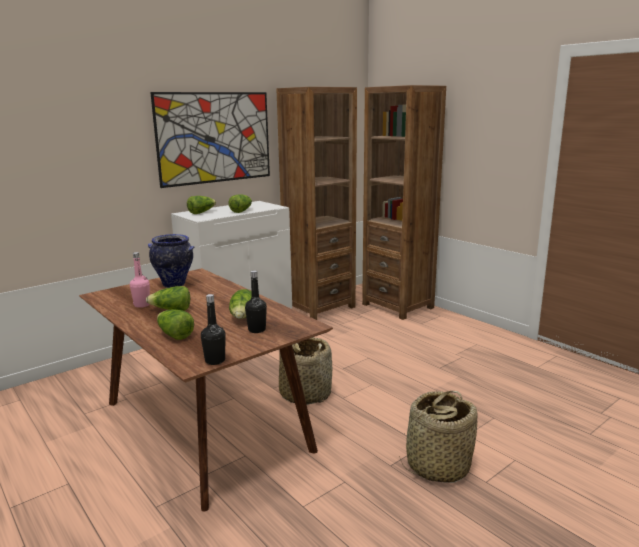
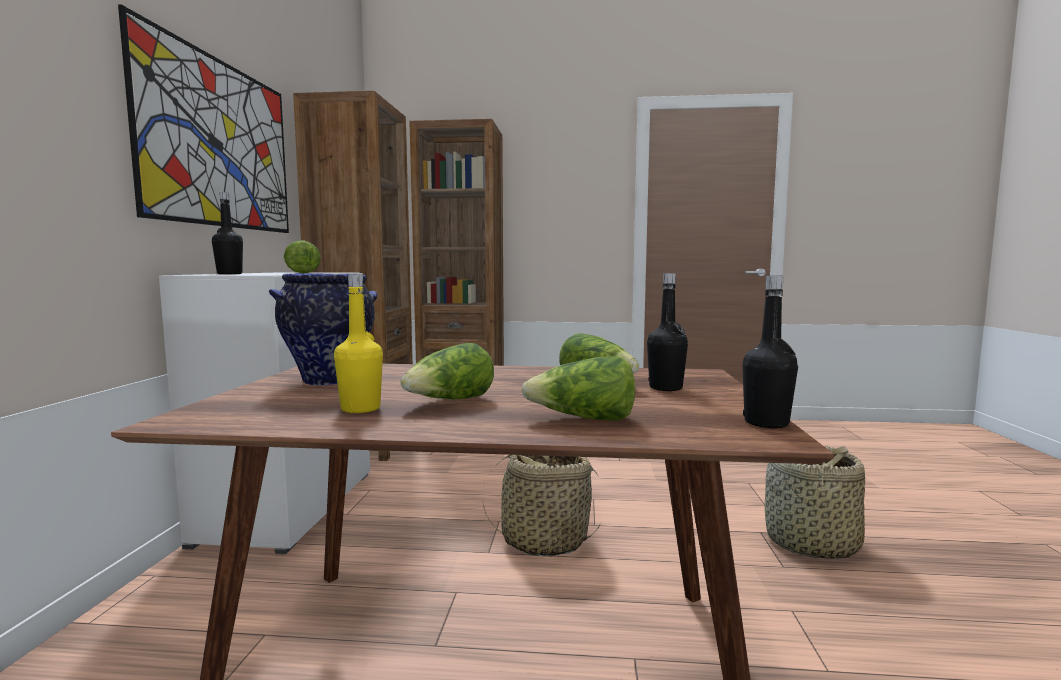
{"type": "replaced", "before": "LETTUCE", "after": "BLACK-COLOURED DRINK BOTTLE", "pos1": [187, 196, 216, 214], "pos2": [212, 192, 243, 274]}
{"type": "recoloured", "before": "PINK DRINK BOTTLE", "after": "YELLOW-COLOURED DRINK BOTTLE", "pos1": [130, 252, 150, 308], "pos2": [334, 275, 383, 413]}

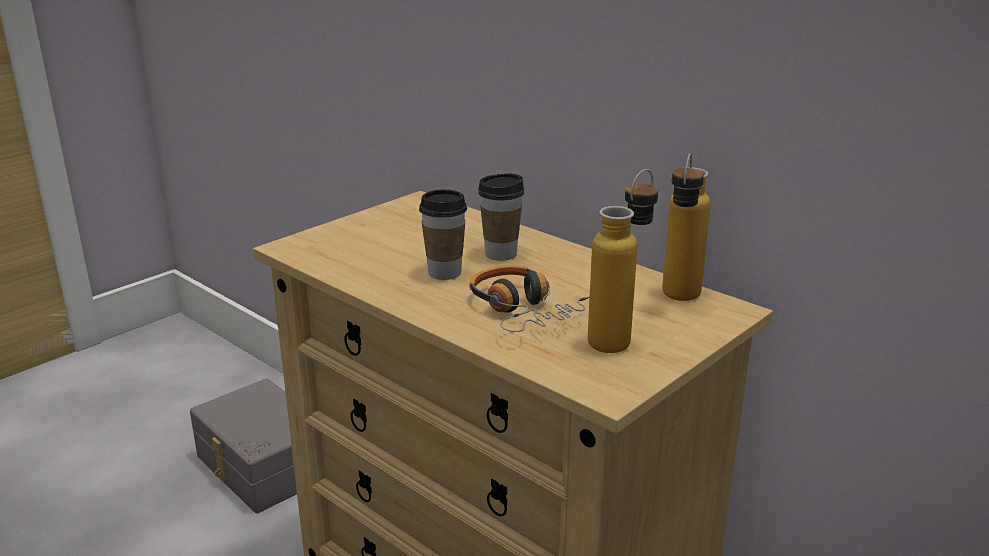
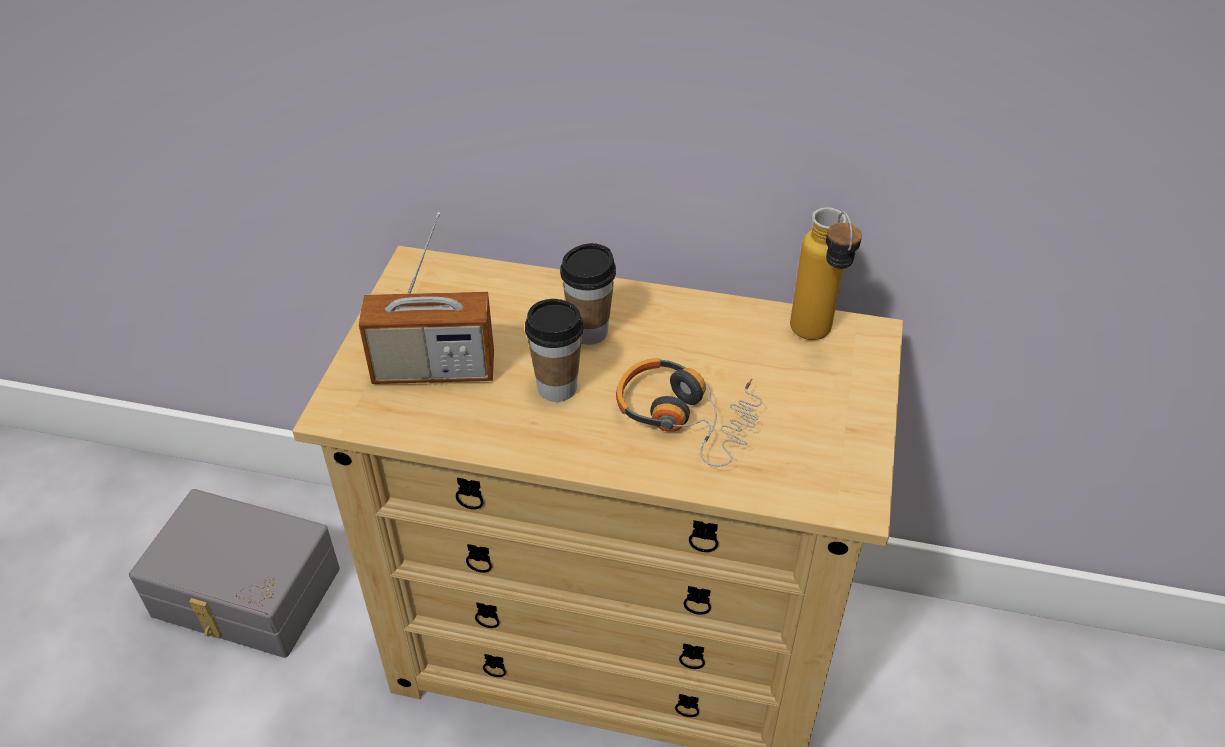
{"type": "removed", "before": "DRINK BOTTLE", "pos1": [588, 169, 658, 353]}
{"type": "added", "after": "RADIO SET", "pos2": [359, 212, 494, 384]}

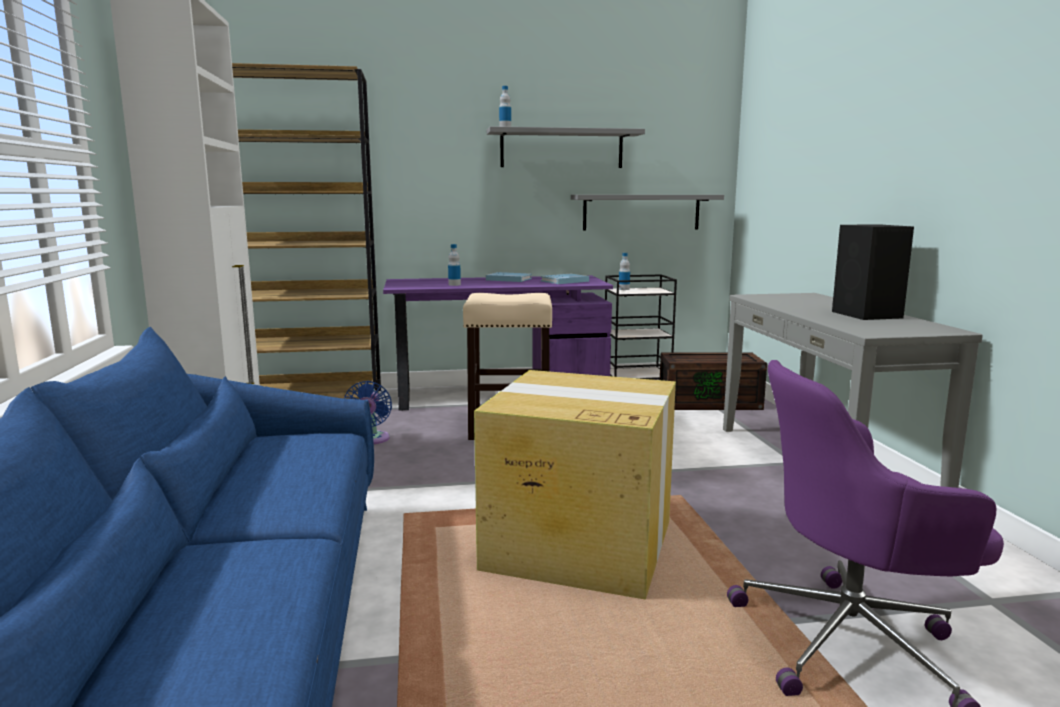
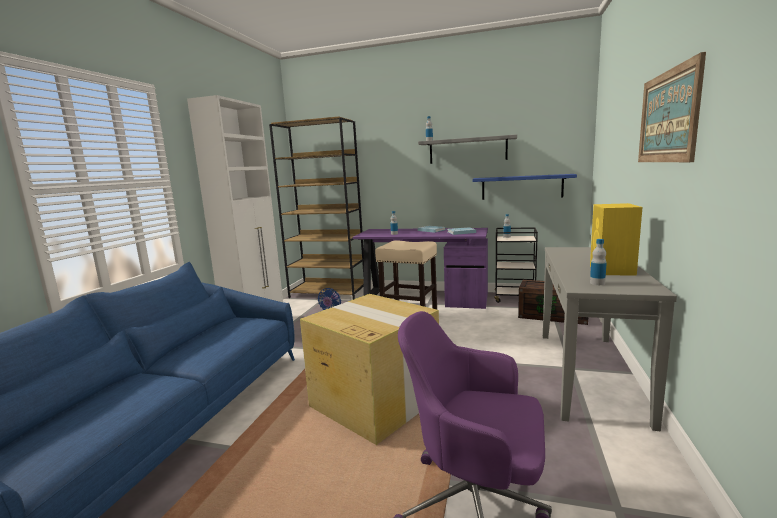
{"type": "added", "after": "DRINK BOTTLE", "pos2": [590, 239, 607, 285]}
{"type": "added", "after": "WALL PICTURE", "pos2": [638, 52, 706, 162]}
{"type": "recoloured", "before": "GREYISH BRACKET SHELF", "after": "BLUISH BRACKET SHELF", "pos1": [571, 195, 724, 230], "pos2": [473, 174, 577, 200]}
{"type": "recoloured", "before": "BLACK-COLOURED SPEAKER", "after": "YELLOW-COLOURED SPEAKER", "pos1": [832, 224, 914, 320], "pos2": [590, 203, 642, 275]}

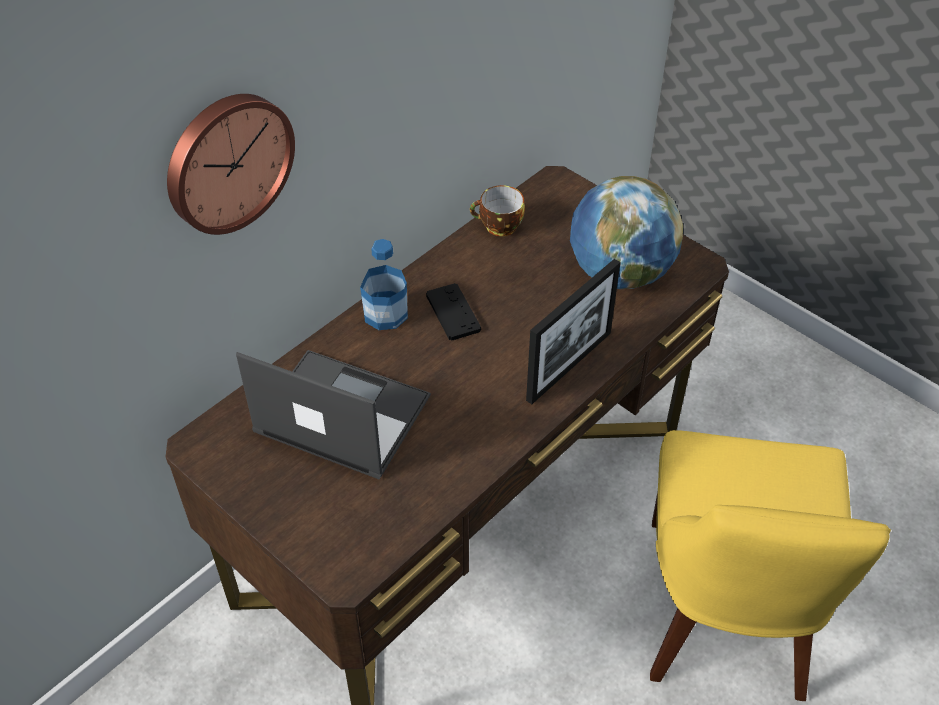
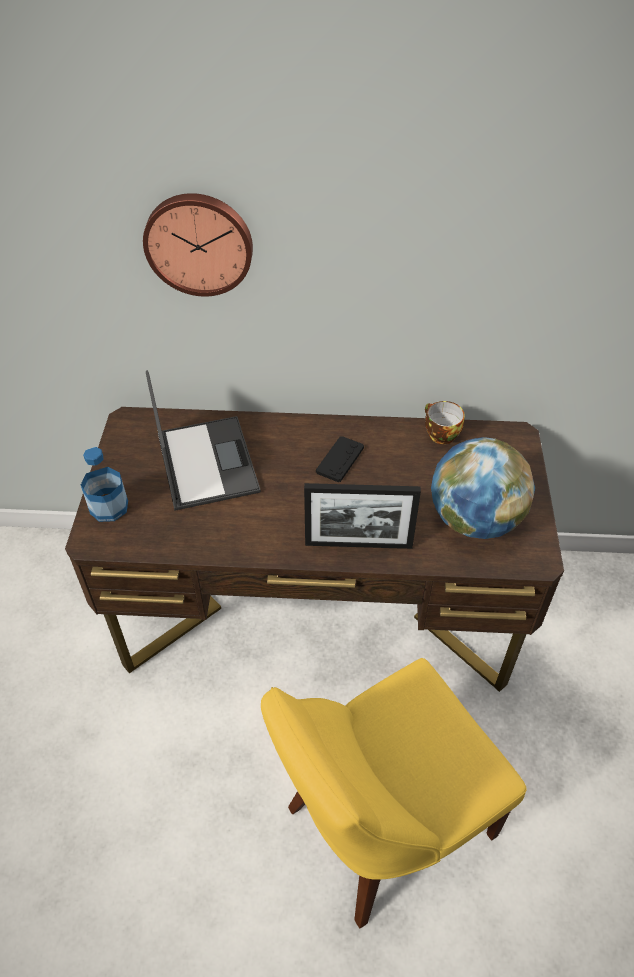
{"type": "moved", "before": "DRINK BOTTLE", "pos1": [360, 239, 408, 330], "pos2": [81, 447, 128, 522]}

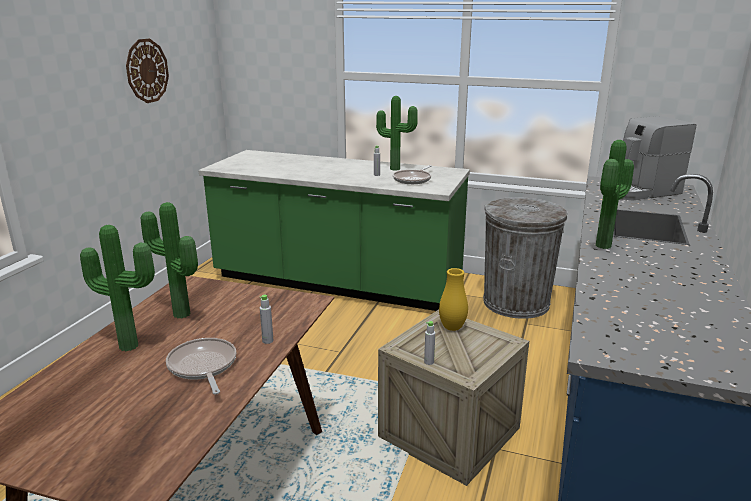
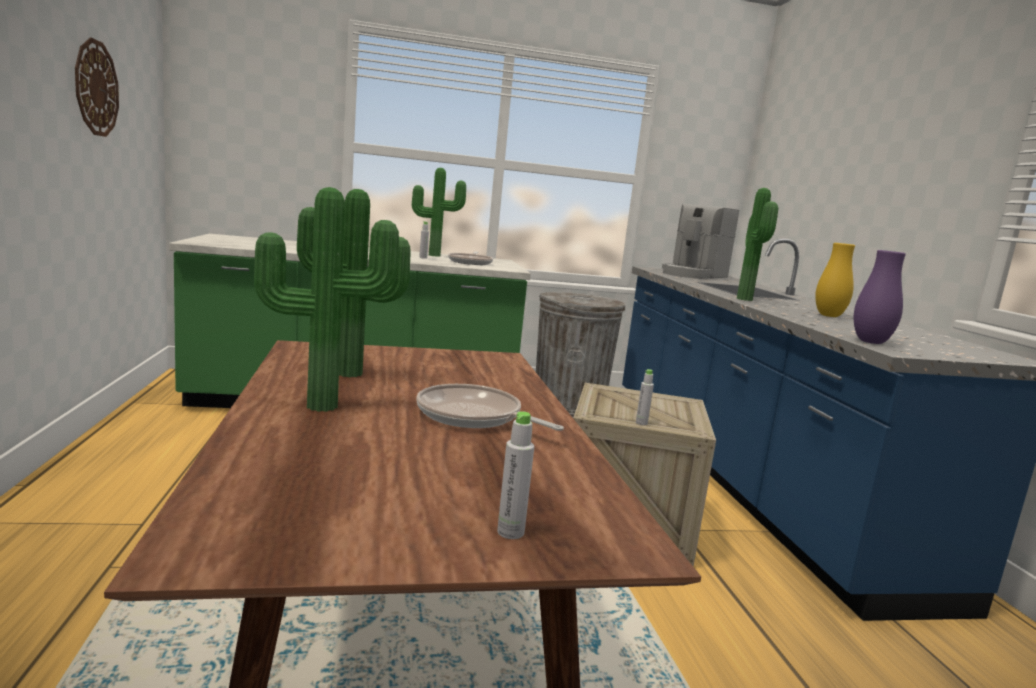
{"type": "added", "after": "PURPLE DECORATIVE VASE", "pos2": [854, 250, 906, 344]}
{"type": "moved", "before": "GREYISH DRINK BOTTLE", "pos1": [260, 295, 273, 344], "pos2": [497, 411, 534, 539]}
{"type": "moved", "before": "YELLOW-COLOURED DECORATIVE VASE", "pos1": [439, 268, 468, 331], "pos2": [815, 243, 855, 317]}

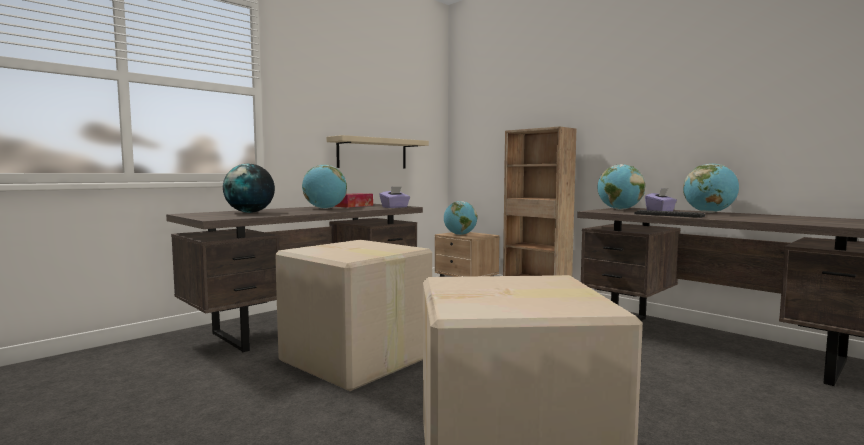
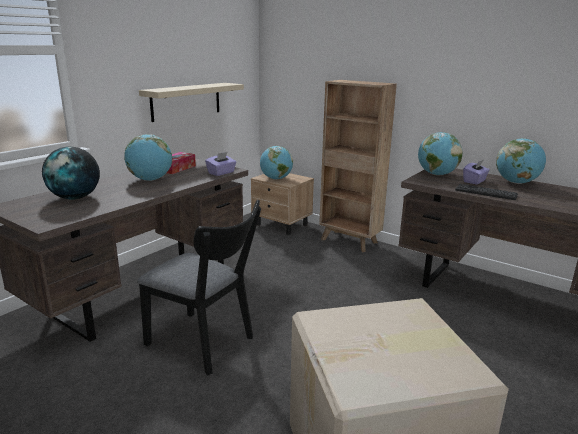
{"type": "replaced", "before": "PACKING BOX", "after": "BLACK-COLOURED CHAIR", "pos1": [275, 240, 432, 391], "pos2": [137, 200, 261, 376]}

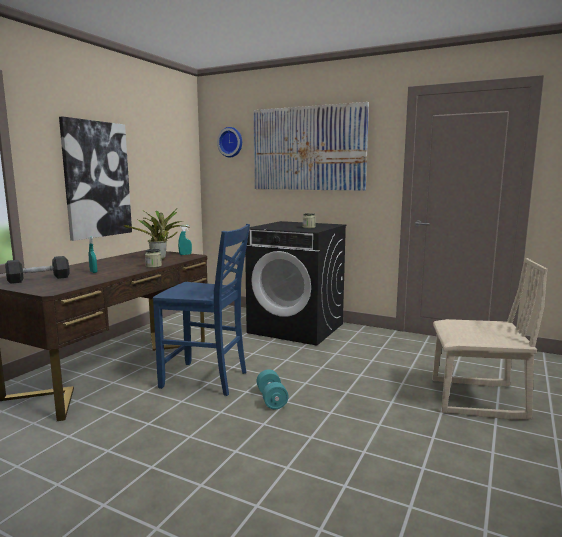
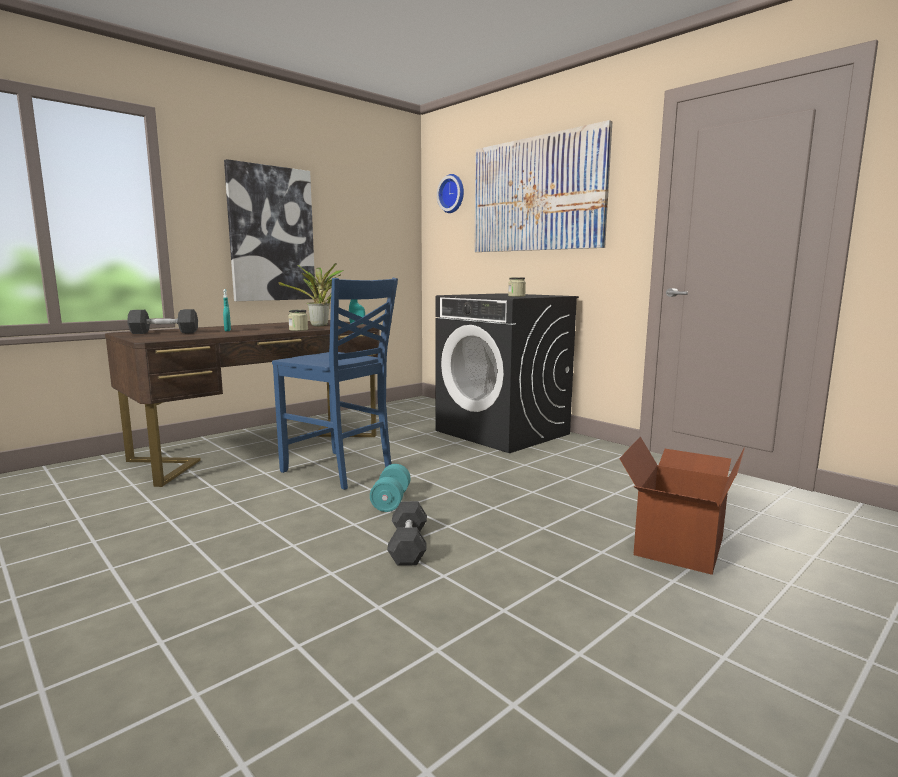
{"type": "added", "after": "GREYISH HAND WEIGHT", "pos2": [387, 501, 427, 566]}
{"type": "replaced", "before": "BEIGE CHAIR", "after": "PACKING BOX", "pos1": [432, 258, 548, 420], "pos2": [619, 437, 745, 575]}

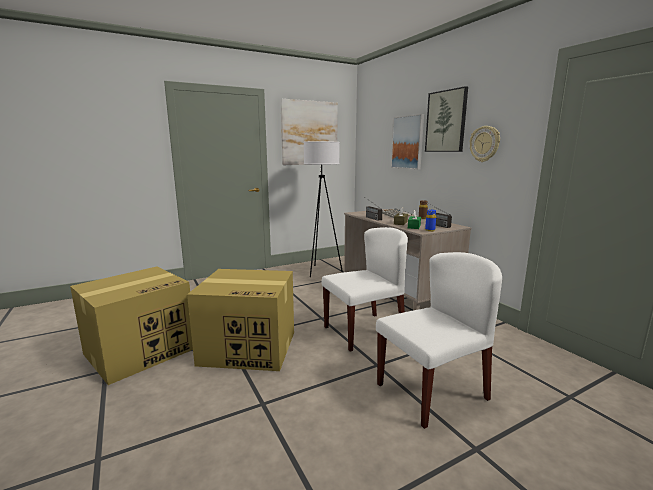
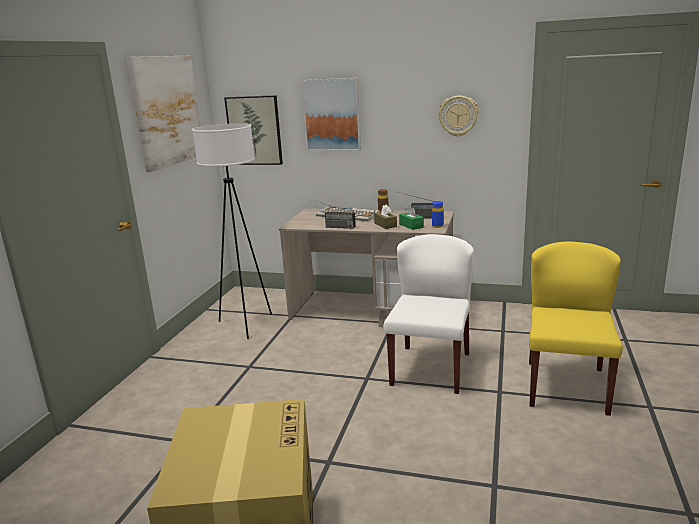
{"type": "removed", "before": "PACKING BOX", "pos1": [187, 269, 294, 371]}
{"type": "moved", "before": "WALL PICTURE", "pos1": [425, 86, 468, 152], "pos2": [224, 95, 283, 165]}
{"type": "recoloured", "before": "WHITISH CHAIR", "after": "YELLOW-COLOURED CHAIR", "pos1": [376, 252, 502, 429], "pos2": [529, 241, 623, 416]}

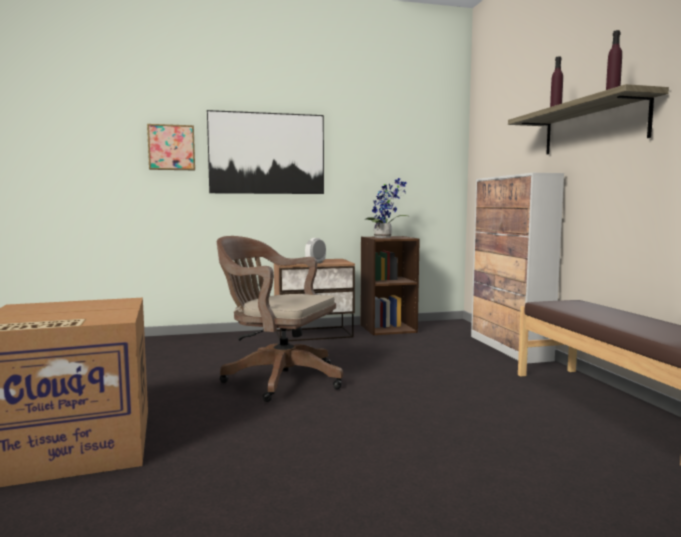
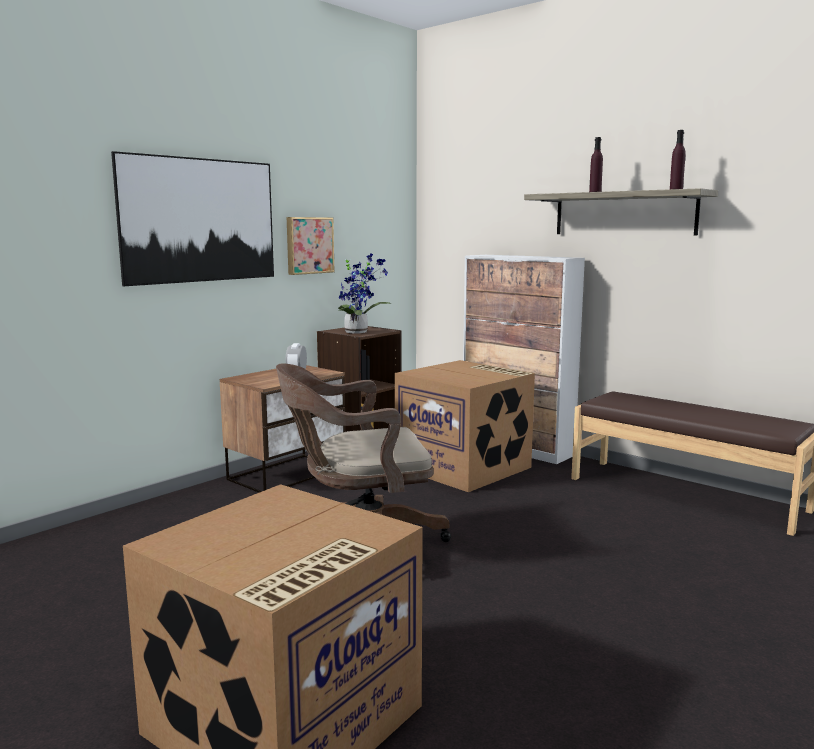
{"type": "added", "after": "PACKING BOX", "pos2": [395, 360, 535, 492]}
{"type": "moved", "before": "WALL PICTURE", "pos1": [147, 124, 195, 170], "pos2": [287, 217, 334, 275]}

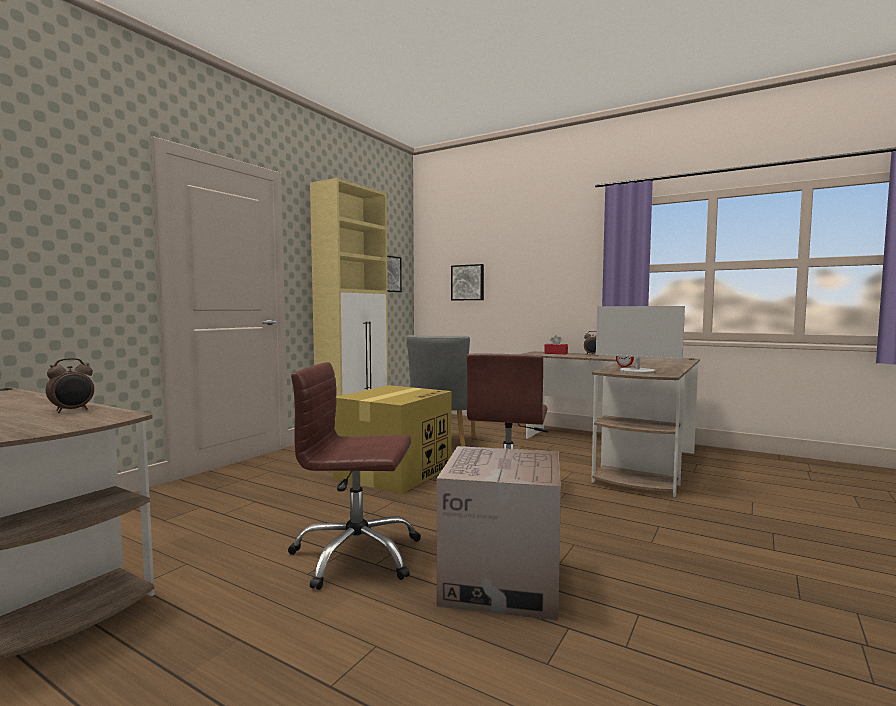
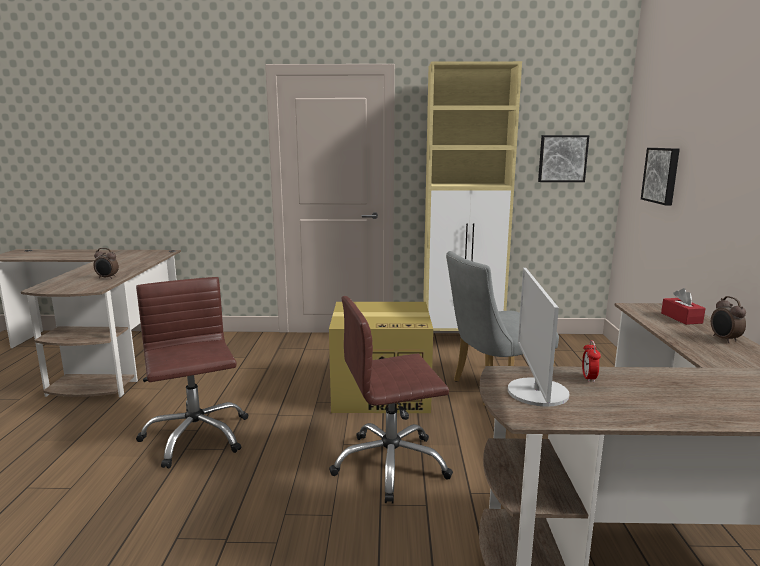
{"type": "removed", "before": "PACKING BOX", "pos1": [437, 446, 561, 621]}

